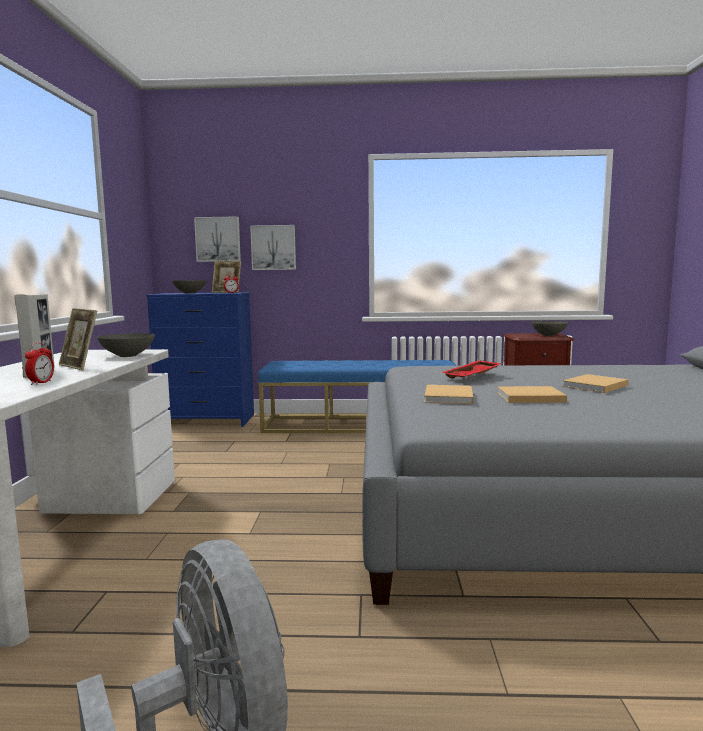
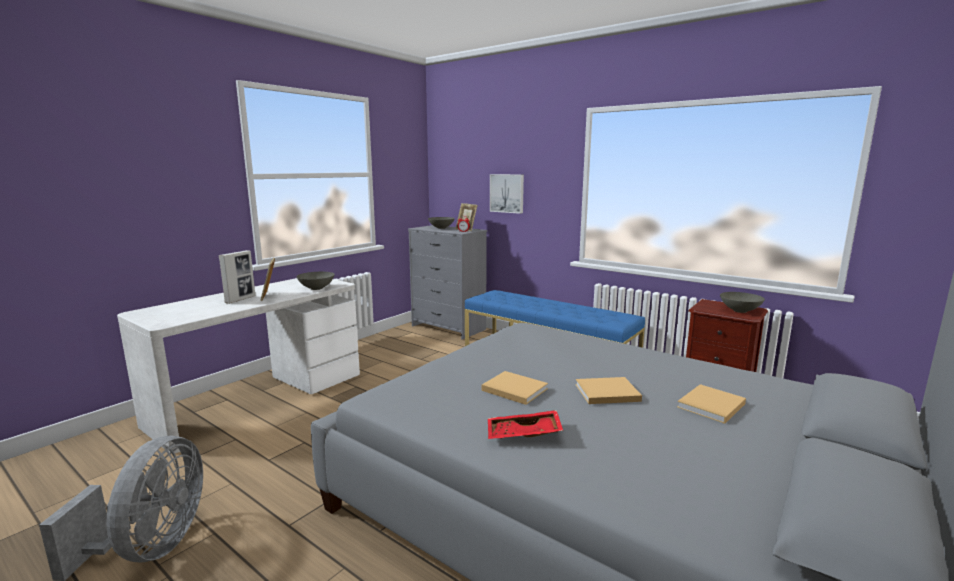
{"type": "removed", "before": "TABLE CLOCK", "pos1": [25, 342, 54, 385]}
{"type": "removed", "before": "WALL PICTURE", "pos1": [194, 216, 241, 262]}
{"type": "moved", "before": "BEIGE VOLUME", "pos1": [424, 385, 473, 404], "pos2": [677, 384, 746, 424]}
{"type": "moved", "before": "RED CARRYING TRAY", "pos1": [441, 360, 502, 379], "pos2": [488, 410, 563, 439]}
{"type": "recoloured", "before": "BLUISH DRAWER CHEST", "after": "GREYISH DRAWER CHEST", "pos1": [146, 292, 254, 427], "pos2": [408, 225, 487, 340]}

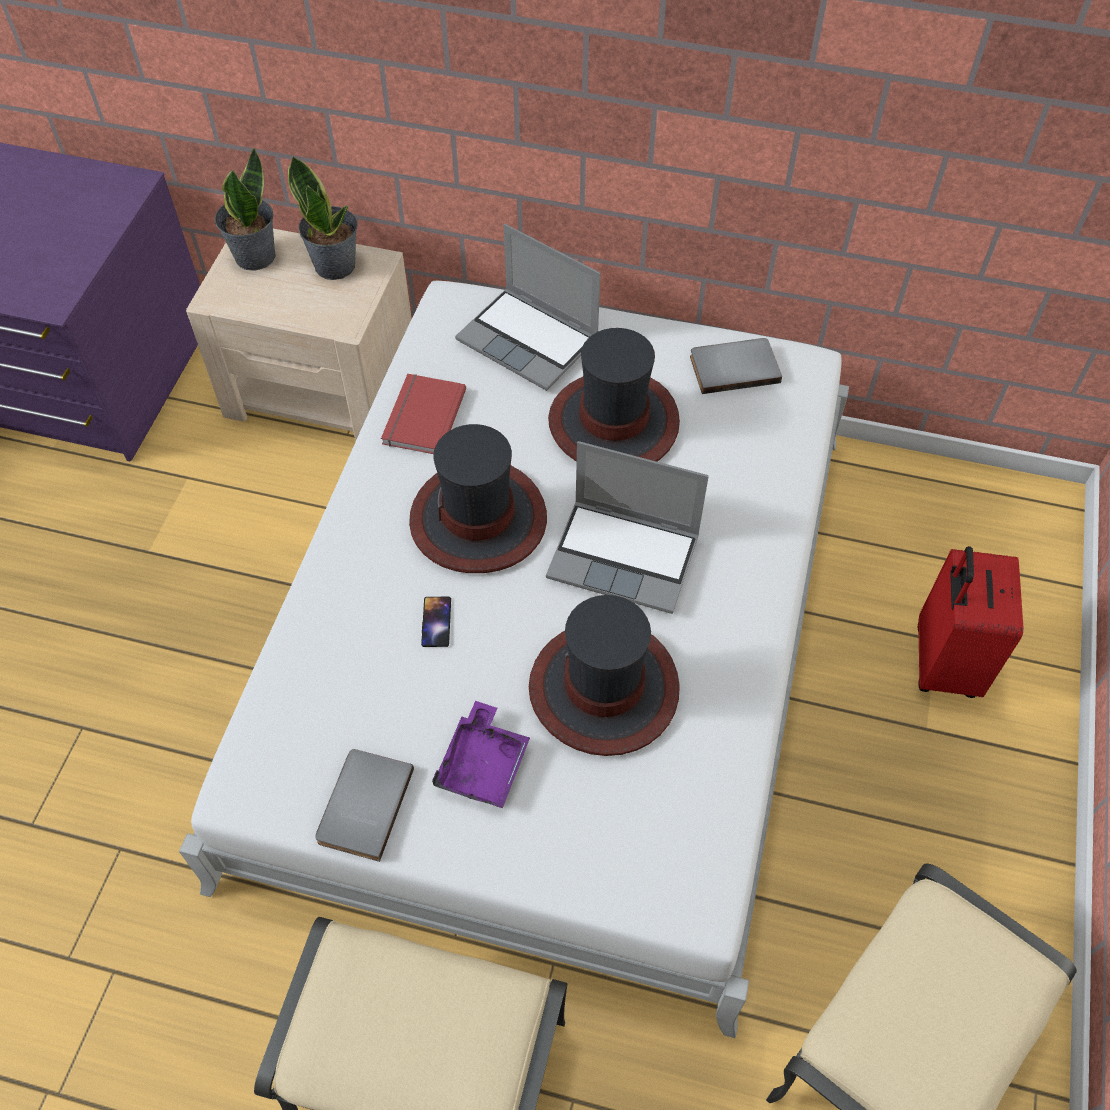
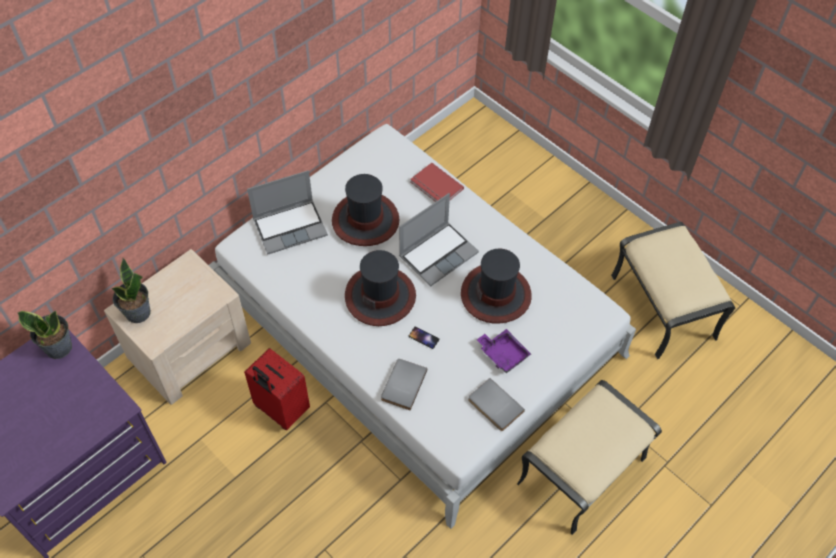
{"type": "moved", "before": "PLANT IN A POT", "pos1": [288, 155, 358, 280], "pos2": [17, 311, 72, 359]}
{"type": "moved", "before": "RED VOLUME", "pos1": [381, 374, 466, 454], "pos2": [410, 163, 464, 202]}
{"type": "moved", "before": "GREYISH VOLUME", "pos1": [690, 338, 782, 394], "pos2": [381, 359, 427, 410]}
{"type": "moved", "before": "RED PIECE OF LUGGAGE", "pos1": [918, 546, 1024, 698], "pos2": [244, 348, 310, 430]}

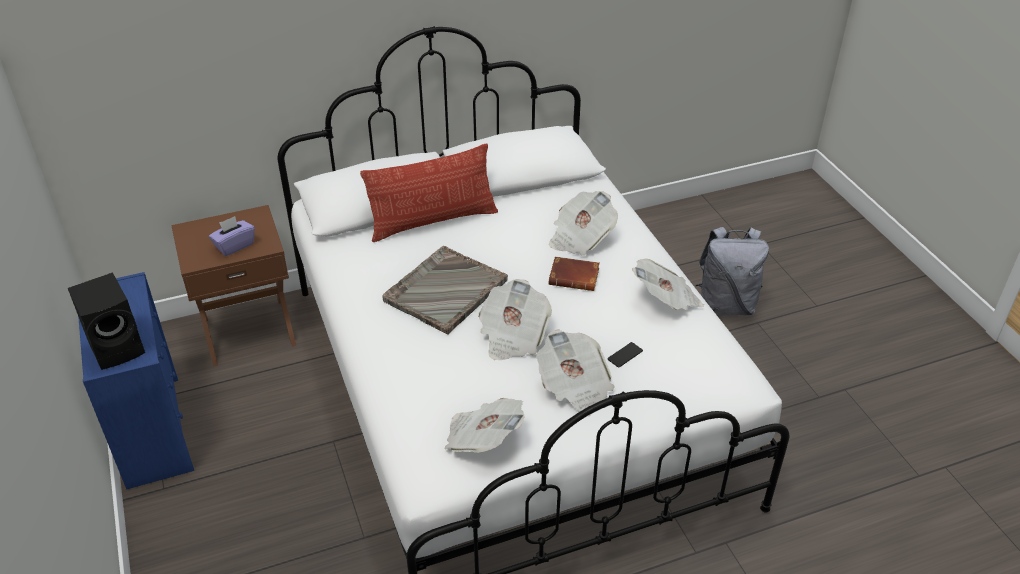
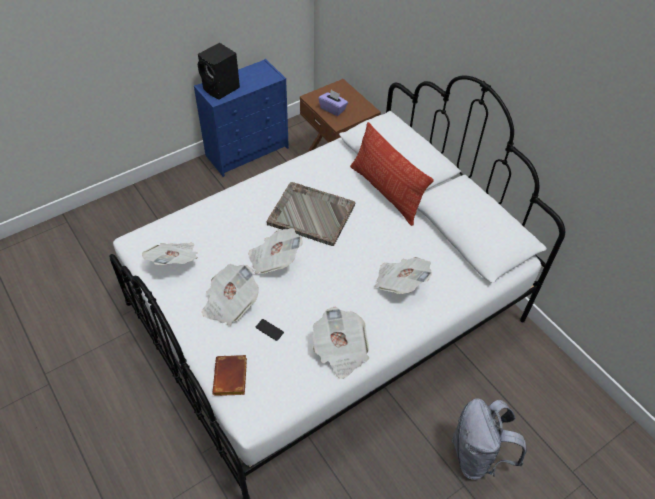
{"type": "moved", "before": "BROWN-COLOURED VOLUME", "pos1": [549, 257, 600, 291], "pos2": [212, 355, 247, 396]}

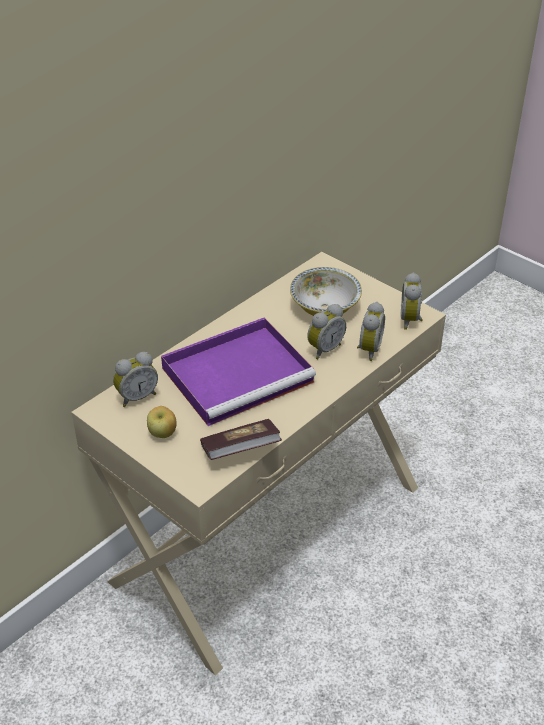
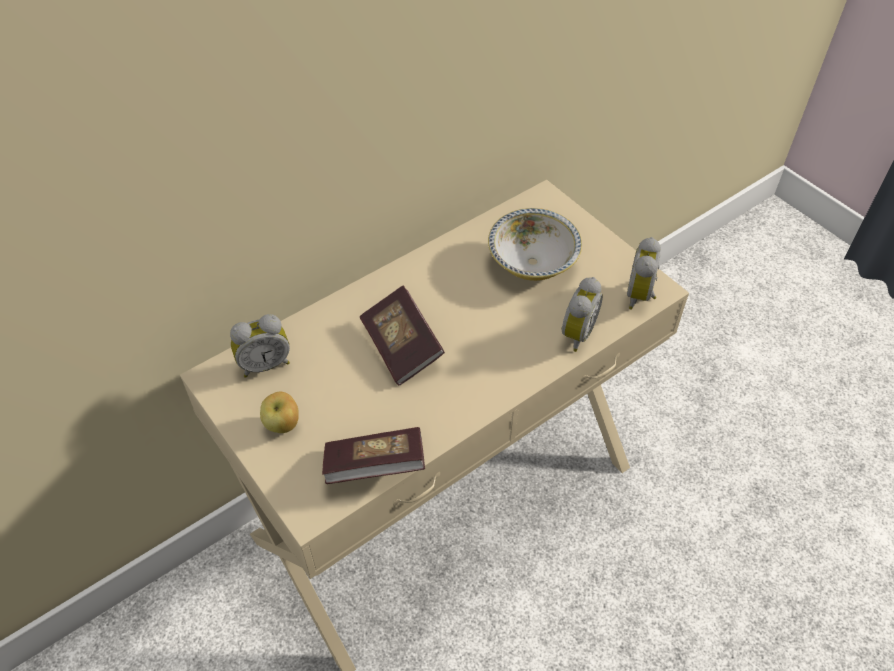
{"type": "removed", "before": "TABLE CLOCK", "pos1": [307, 304, 346, 359]}
{"type": "replaced", "before": "PURPLE CARRYING TRAY", "after": "VOLUME", "pos1": [161, 317, 316, 426], "pos2": [360, 285, 445, 385]}

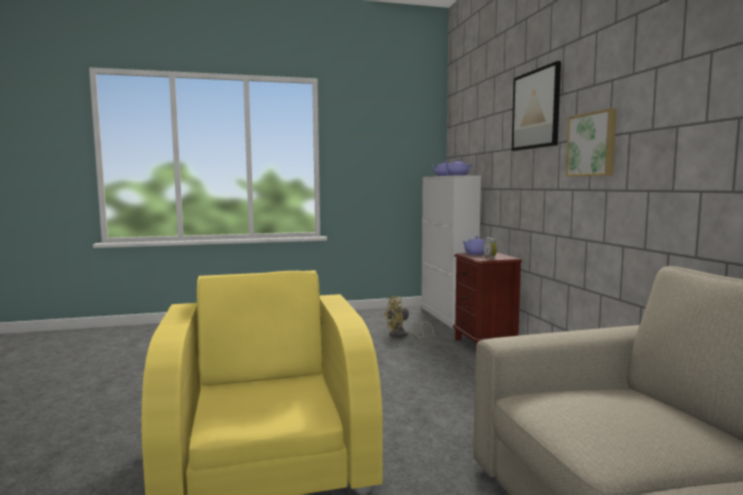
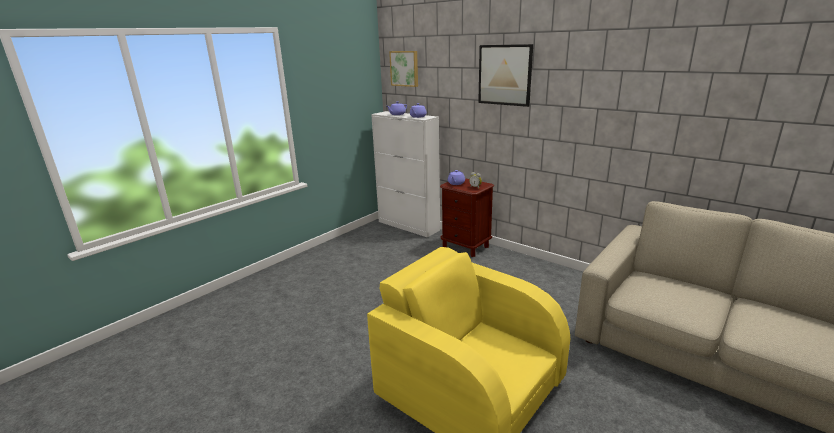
{"type": "removed", "before": "YELLOW-COLOURED ELECTRIC FAN", "pos1": [383, 296, 434, 339]}
{"type": "moved", "before": "WALL PICTURE", "pos1": [566, 108, 617, 177], "pos2": [389, 51, 418, 87]}

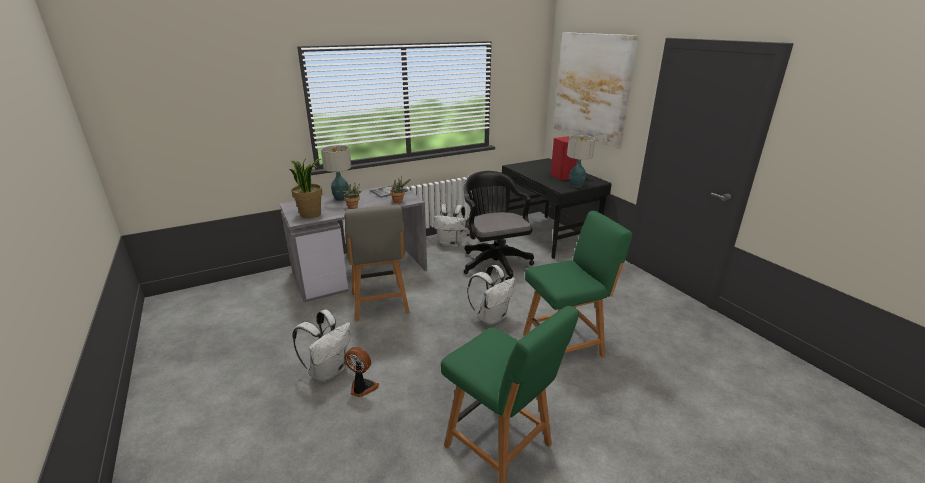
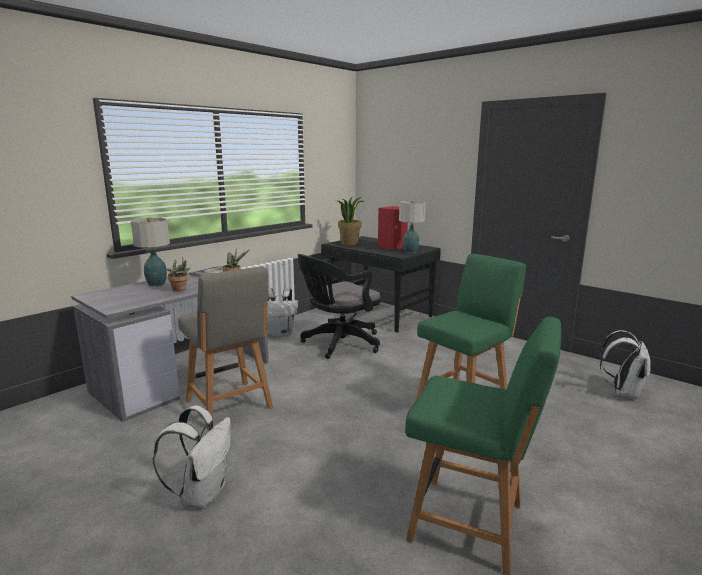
{"type": "removed", "before": "ELECTRIC FAN", "pos1": [344, 347, 379, 397]}
{"type": "removed", "before": "WALL PICTURE", "pos1": [554, 32, 638, 148]}
{"type": "moved", "before": "PLANT IN A POT", "pos1": [290, 159, 323, 218], "pos2": [336, 197, 365, 246]}
{"type": "moved", "before": "WHITISH KNAPSACK", "pos1": [467, 265, 516, 326], "pos2": [599, 330, 651, 400]}
{"type": "turned", "before": "BLACK-COLOURED DESK CHAIR", "pos1": [464, 171, 534, 280], "pos2": [298, 254, 381, 359], "turn": -90}

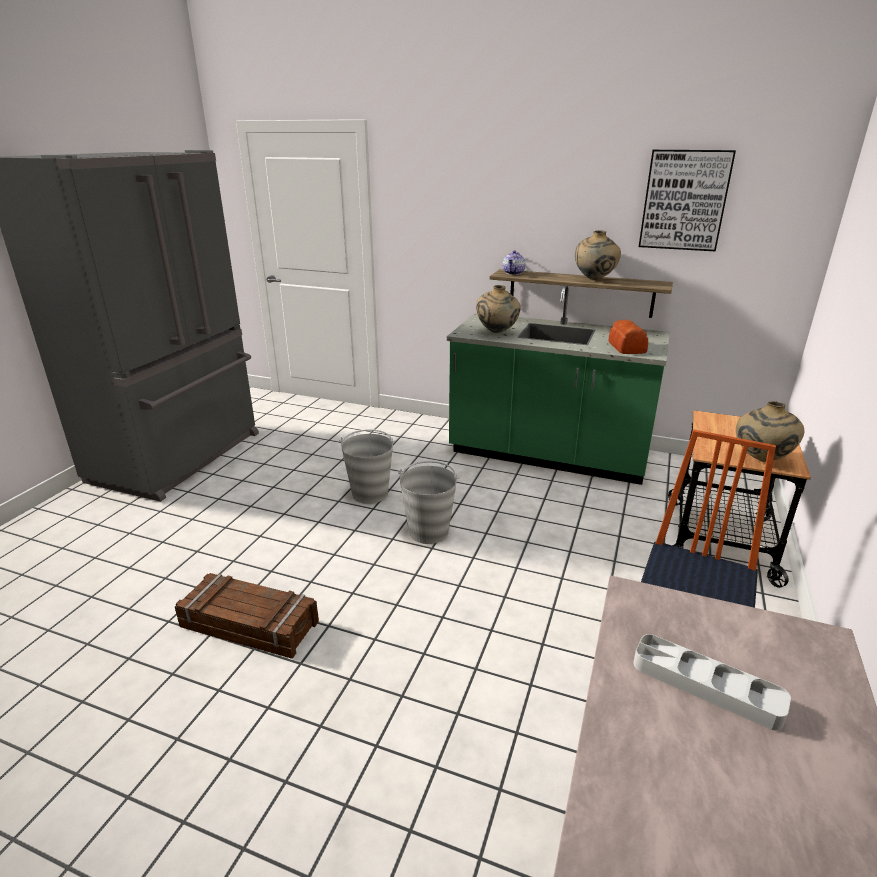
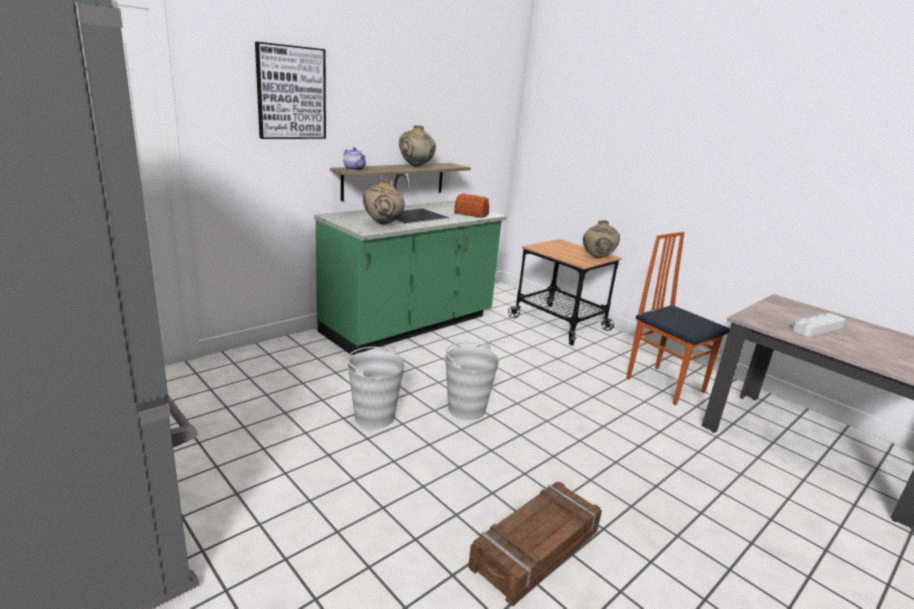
{"type": "moved", "before": "WALL PICTURE", "pos1": [639, 150, 736, 252], "pos2": [255, 42, 326, 139]}

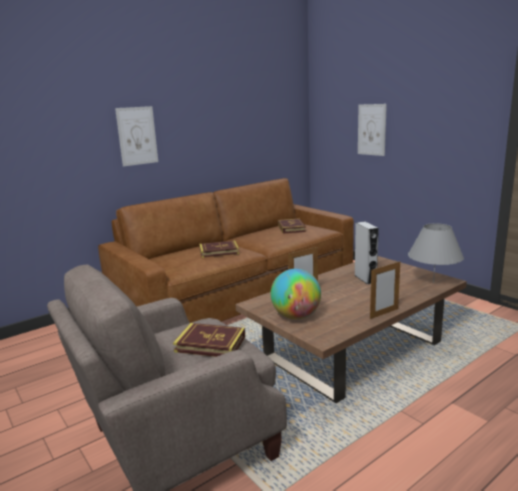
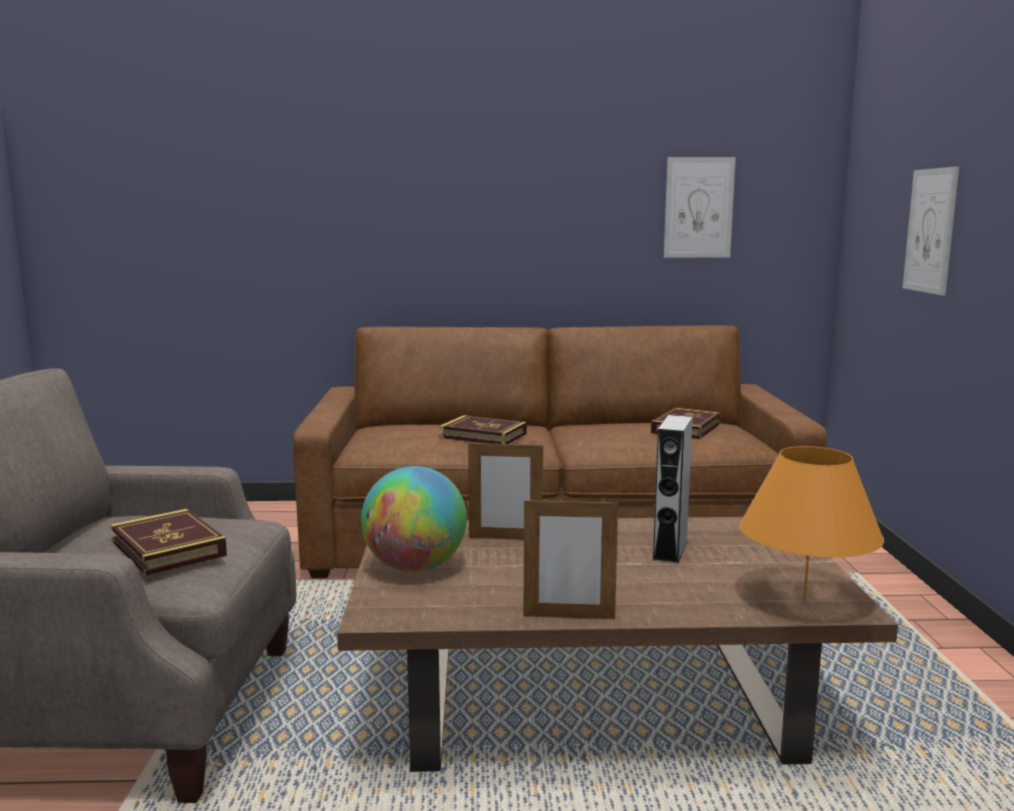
{"type": "moved", "before": "WALL PICTURE", "pos1": [115, 106, 158, 166], "pos2": [664, 157, 736, 258]}
{"type": "recoloured", "before": "GREYISH LAMP FOR A TABLE", "after": "ORANGE-COLOURED LAMP FOR A TABLE", "pos1": [408, 223, 464, 283], "pos2": [739, 446, 884, 601]}

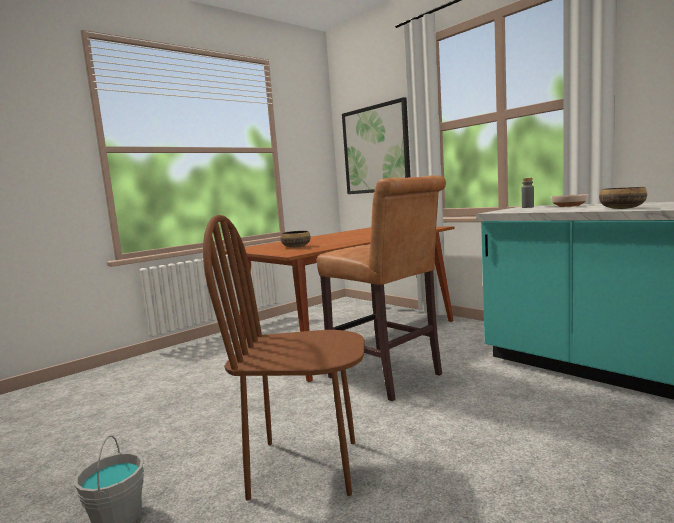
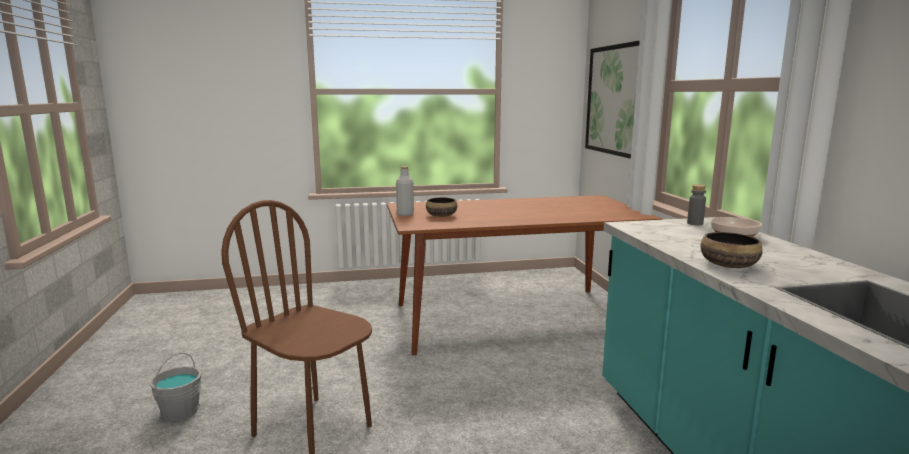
{"type": "removed", "before": "BROWN-COLOURED STOOL", "pos1": [317, 175, 446, 401]}
{"type": "added", "after": "GREYISH DRINK BOTTLE", "pos2": [396, 166, 414, 216]}

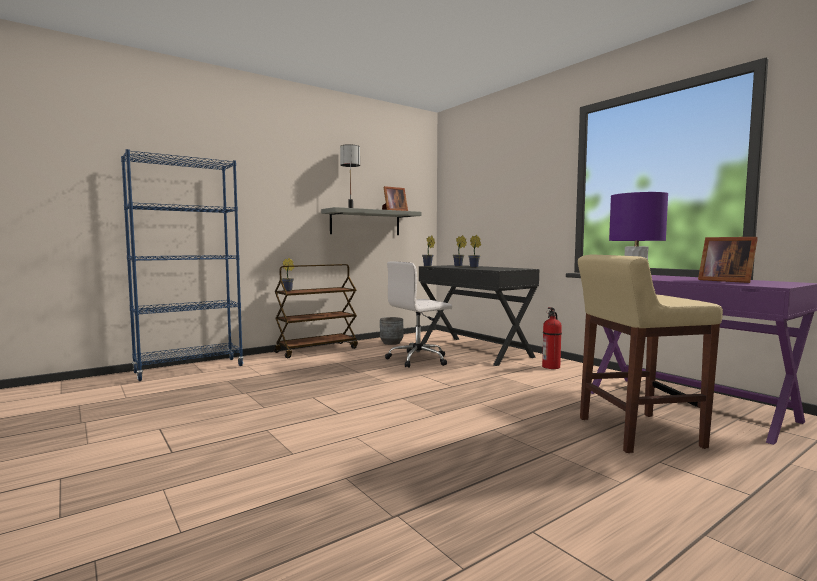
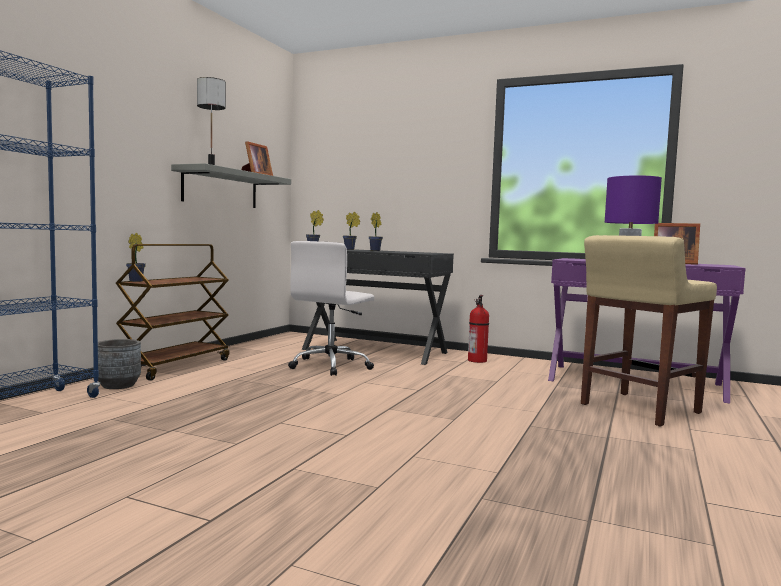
{"type": "moved", "before": "GREYISH PLANTER", "pos1": [380, 317, 403, 345], "pos2": [98, 339, 141, 389]}

